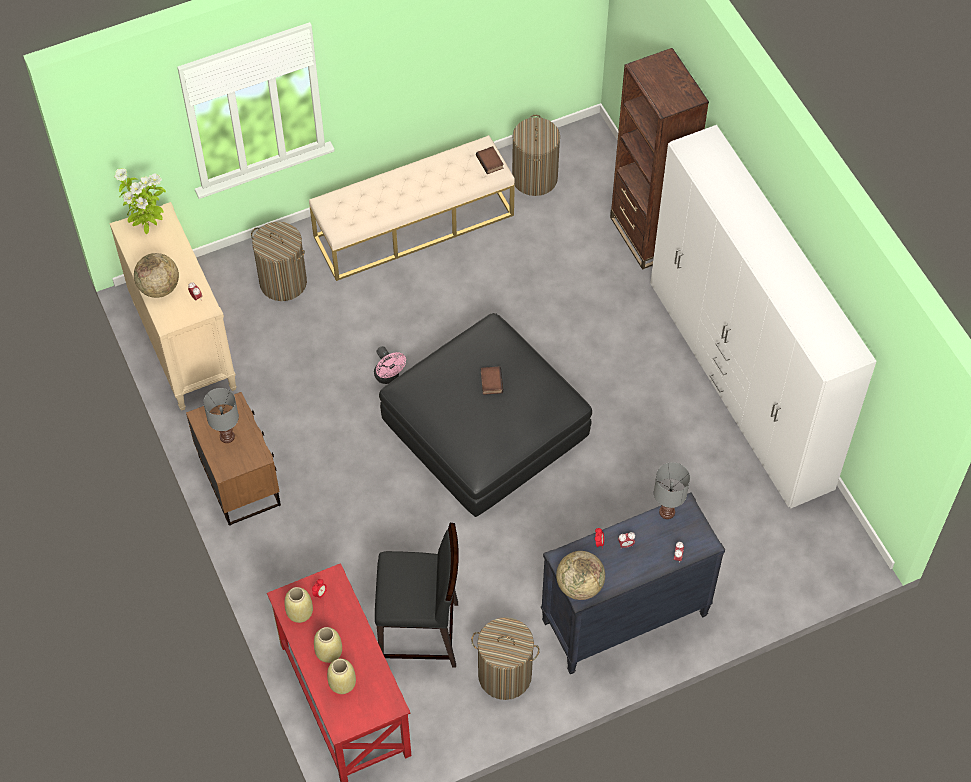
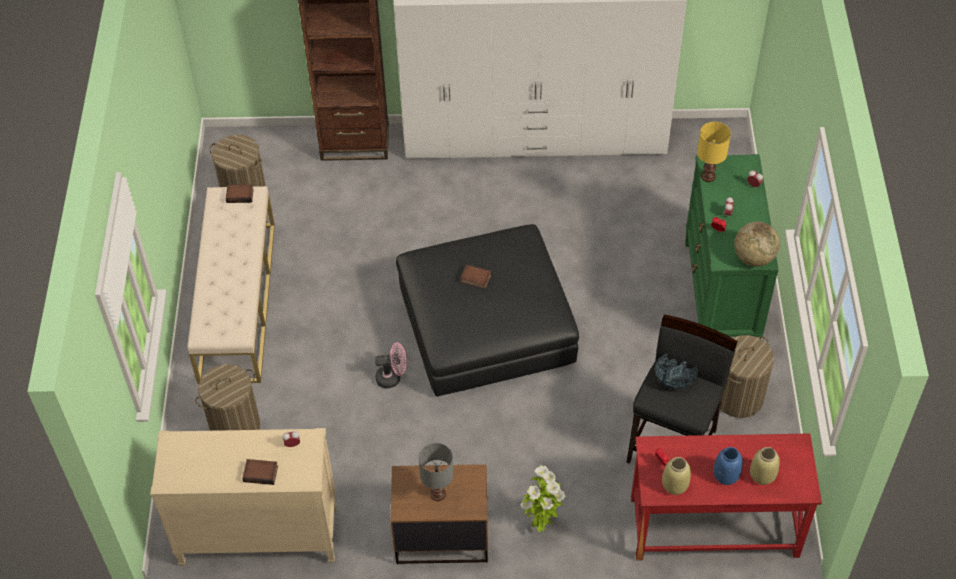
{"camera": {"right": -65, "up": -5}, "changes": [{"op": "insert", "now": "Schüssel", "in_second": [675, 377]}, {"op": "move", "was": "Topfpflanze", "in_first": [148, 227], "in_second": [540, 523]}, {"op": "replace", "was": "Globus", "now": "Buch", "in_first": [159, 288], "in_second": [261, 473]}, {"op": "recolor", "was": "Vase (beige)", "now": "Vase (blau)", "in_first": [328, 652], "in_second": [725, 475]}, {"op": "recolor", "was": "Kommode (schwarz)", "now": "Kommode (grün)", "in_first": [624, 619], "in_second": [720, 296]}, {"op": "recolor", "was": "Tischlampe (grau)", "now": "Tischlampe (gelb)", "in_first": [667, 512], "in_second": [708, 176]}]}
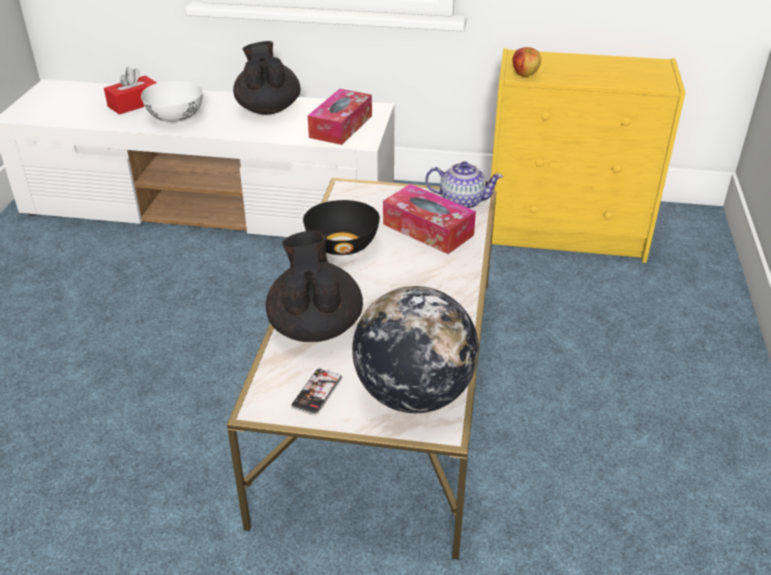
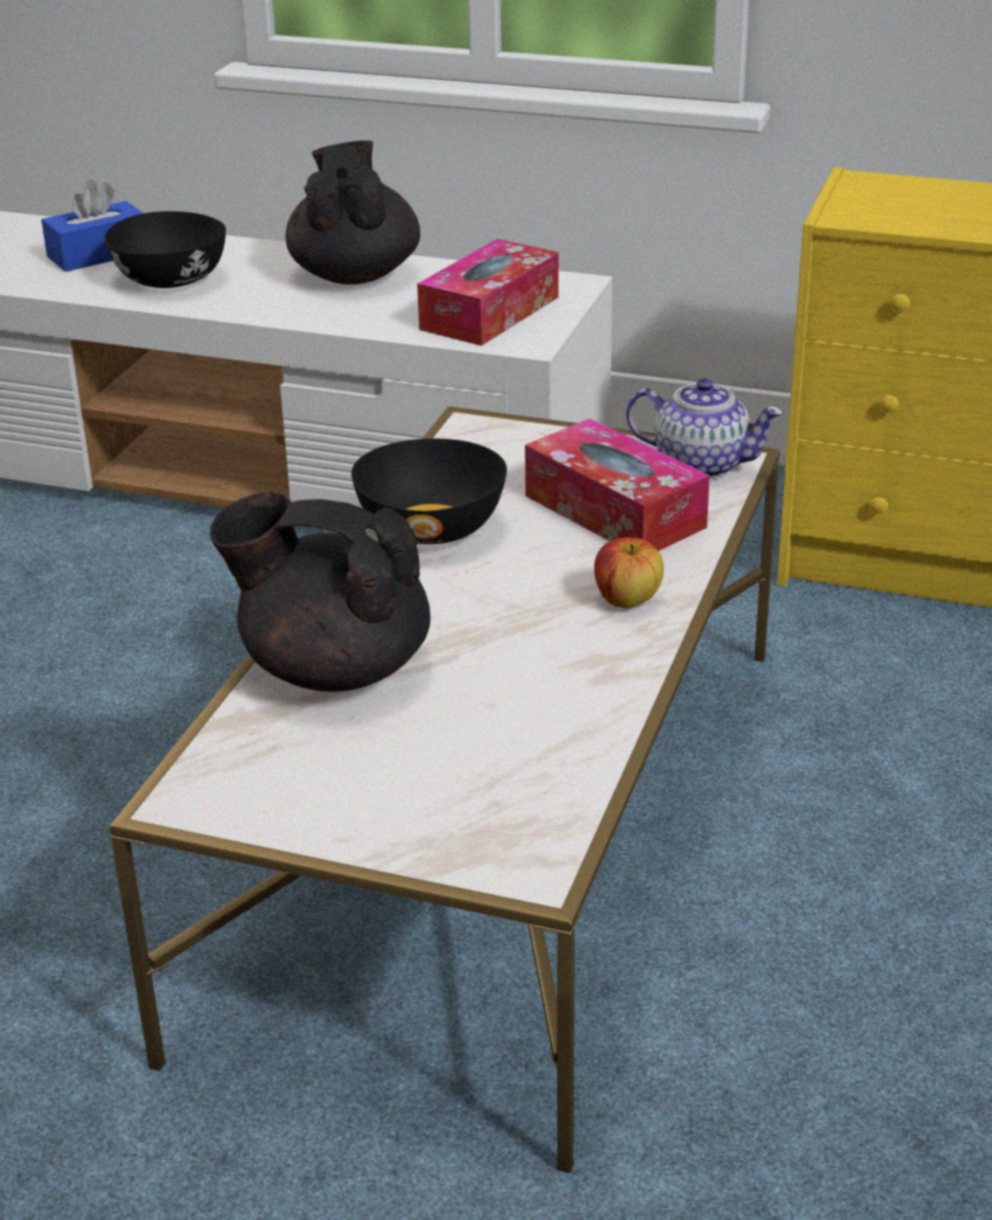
{"camera": {"right": 10, "up": -5}, "changes": [{"op": "delete", "was": "Handy", "in_first": [317, 392]}, {"op": "delete", "was": "Globus", "in_first": [413, 395]}, {"op": "move", "was": "Apfel", "in_first": [525, 74], "in_second": [627, 600]}, {"op": "recolor", "was": "Taschentuchbox (rot)", "now": "Taschentuchbox (blau)", "in_first": [134, 104], "in_second": [98, 255]}, {"op": "recolor", "was": "Schüssel (weiß)", "now": "Schüssel (schwarz)", "in_first": [175, 116], "in_second": [169, 280]}, {"op": "rotate", "was": "Teekanne (schwarz)", "in_first": [315, 326], "in_second": [333, 668], "clockwise": -75}]}
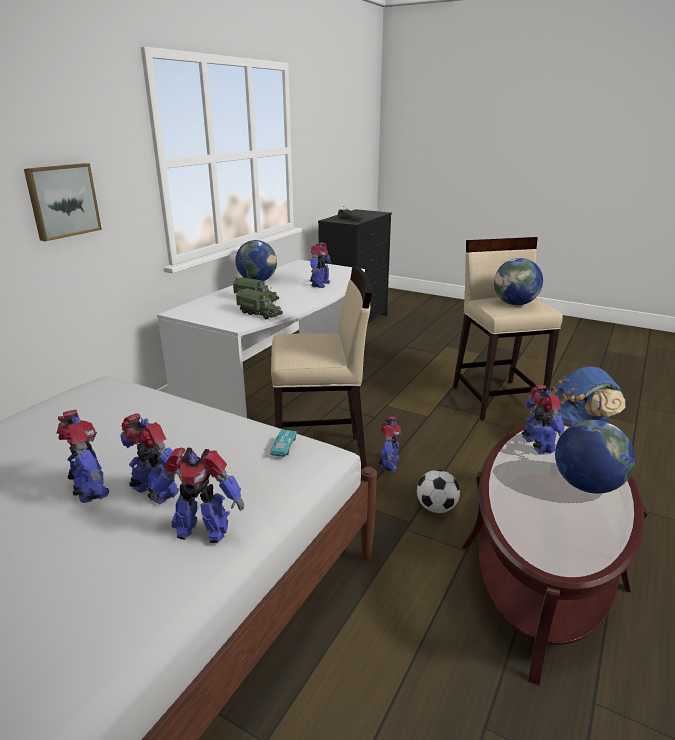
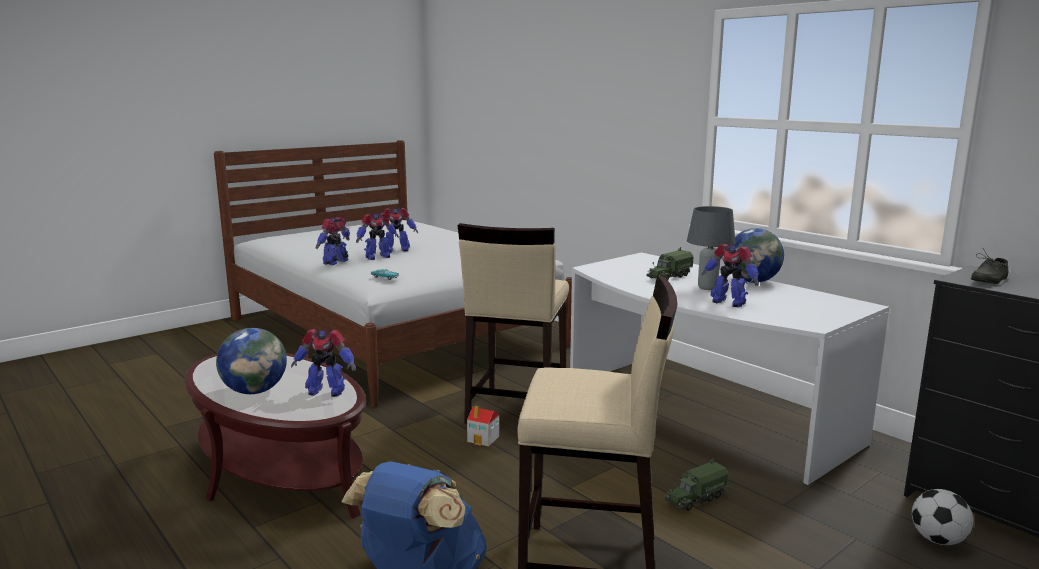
{"camera": {"right": 110, "up": -10}, "changes": [{"op": "delete", "was": "Bild", "in_first": [62, 201]}, {"op": "delete", "was": "Globus", "in_first": [515, 304]}, {"op": "insert", "now": "Tischlampe (grau)", "in_second": [707, 288]}, {"op": "move", "was": "Spielzeuglaster", "in_first": [260, 314], "in_second": [695, 498]}, {"op": "move", "was": "Fußball", "in_first": [436, 508], "in_second": [938, 540]}, {"op": "replace", "was": "Spielzeugroboter", "now": "Spielzeughaus", "in_first": [389, 464], "in_second": [483, 439]}]}
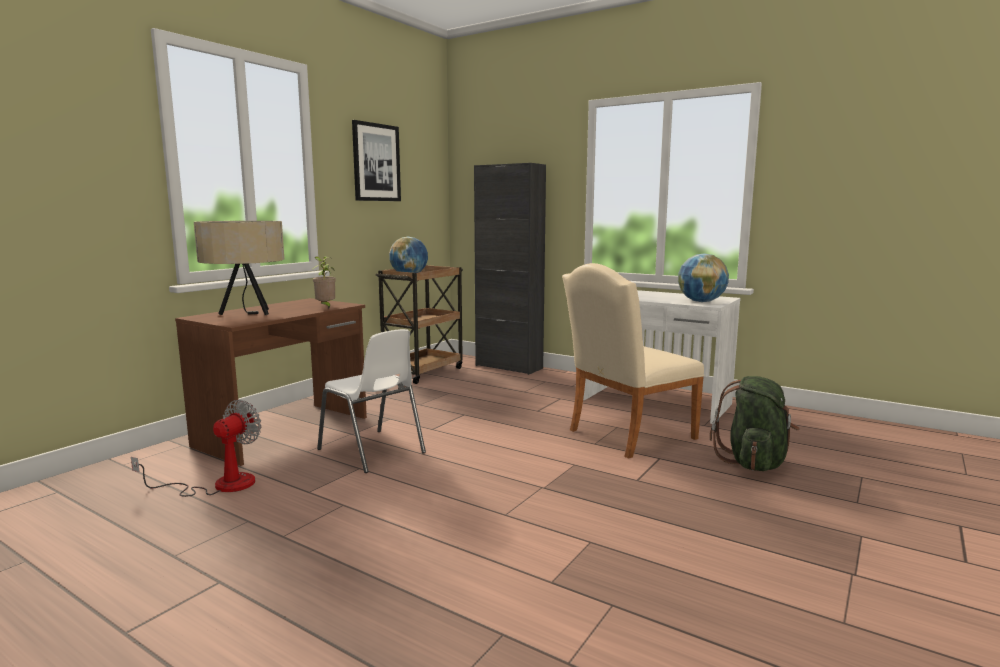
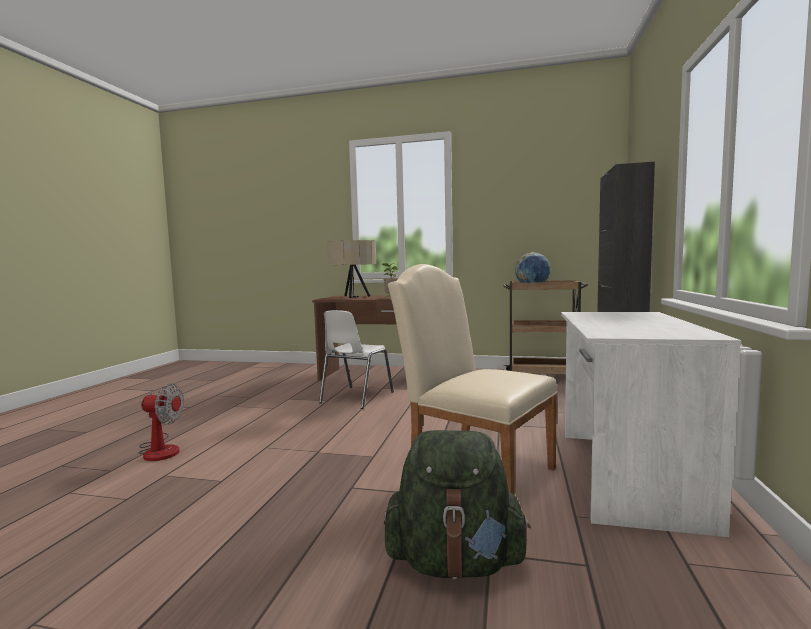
{"camera": {"right": 70, "up": -5}, "changes": [{"op": "delete", "was": "Bild", "in_first": [376, 162]}, {"op": "delete", "was": "Globus", "in_first": [701, 302]}, {"op": "move", "was": "Ventilator", "in_first": [219, 485], "in_second": [160, 450]}]}
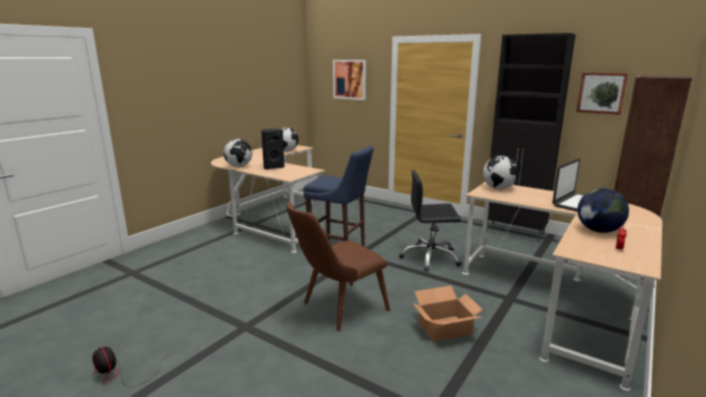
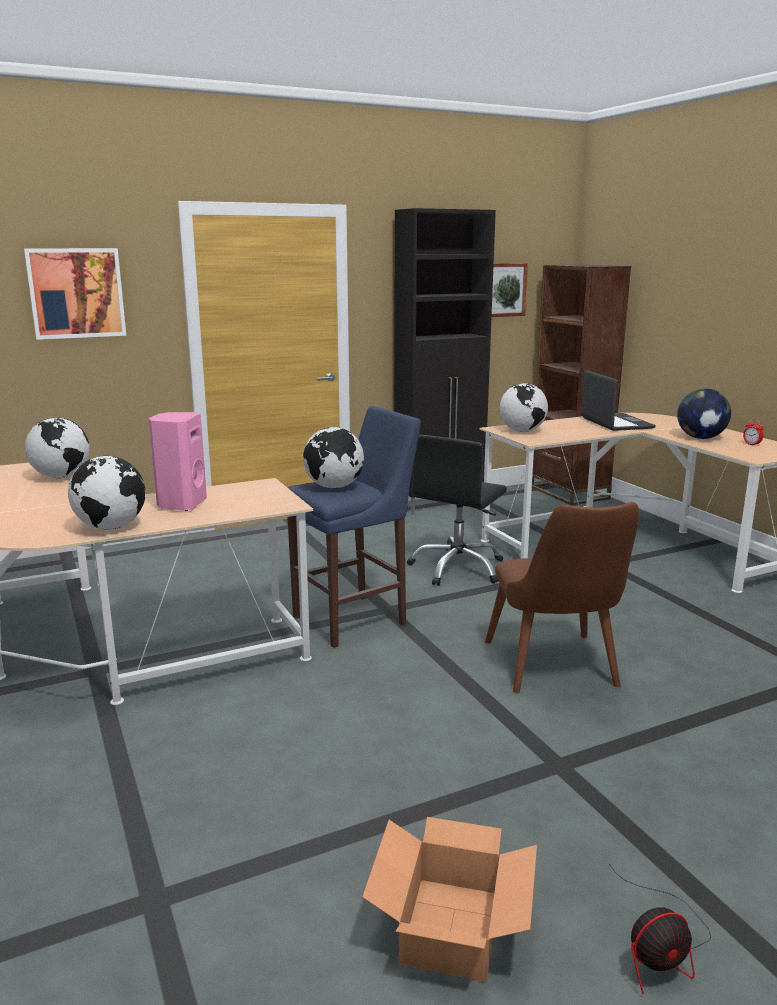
{"camera": {"right": -60, "up": 0}, "changes": [{"op": "insert", "now": "Globus", "in_second": [334, 487]}, {"op": "move", "was": "Karton", "in_first": [444, 328], "in_second": [449, 928]}, {"op": "recolor", "was": "Lautsprecher (schwarz)", "now": "Lautsprecher (rosa)", "in_first": [273, 167], "in_second": [180, 504]}]}
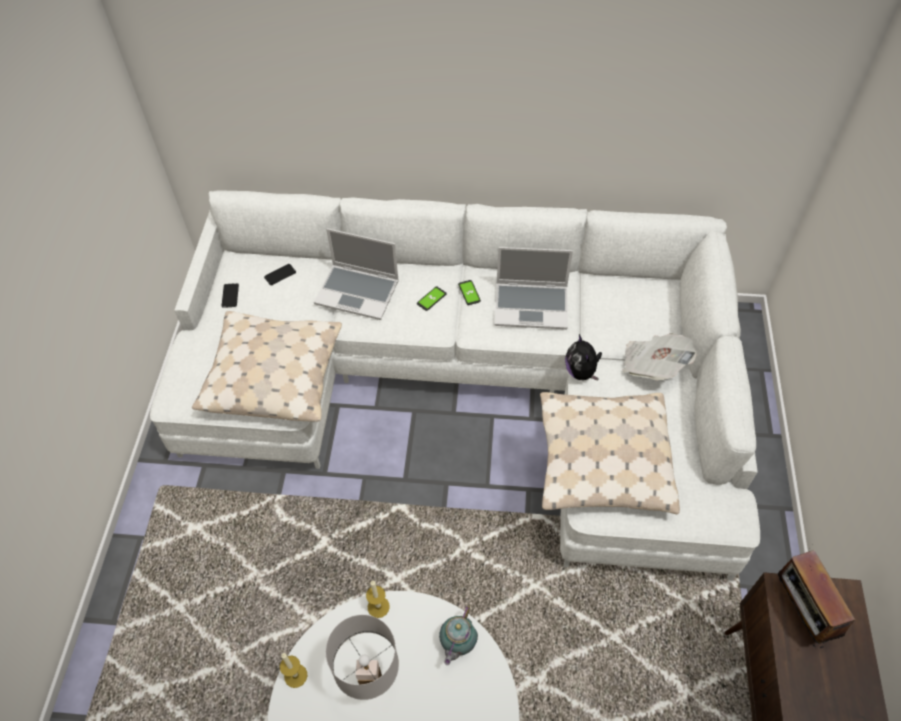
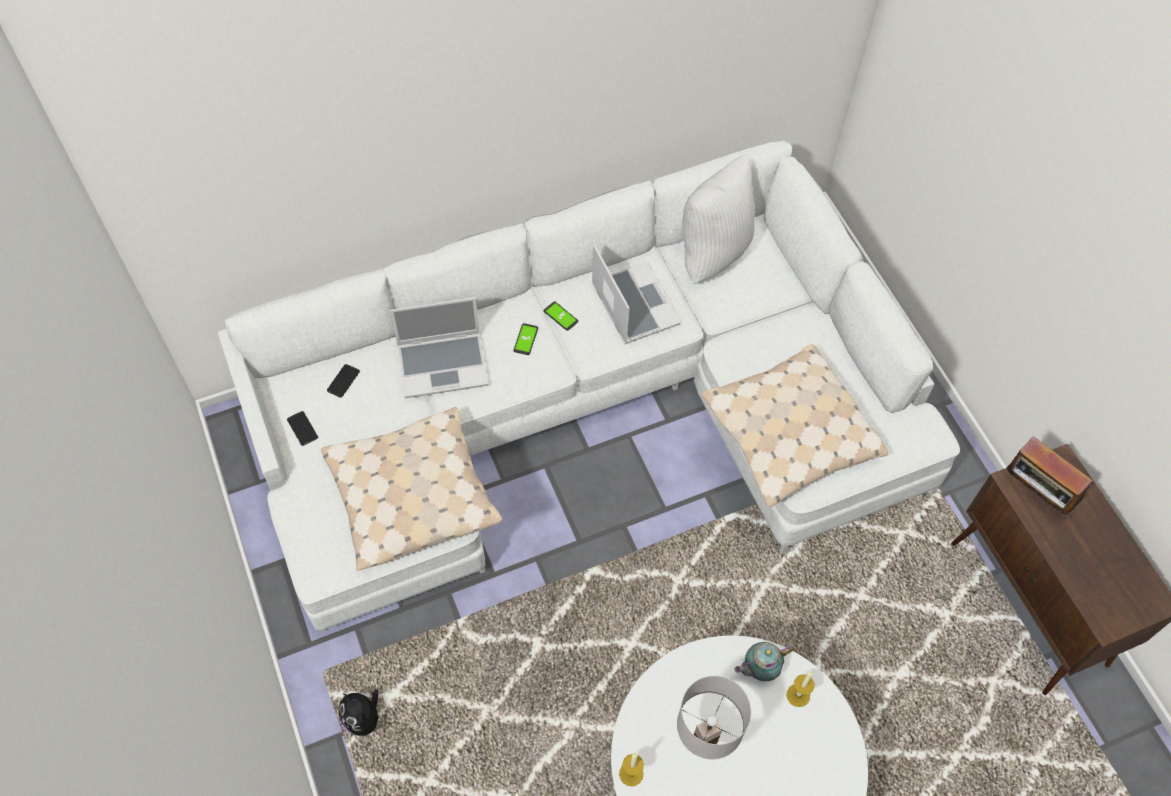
{"camera": {"right": -30, "up": 5}, "changes": [{"op": "delete", "was": "Zeitung", "in_first": [653, 365]}, {"op": "insert", "now": "Kissen (weiß)", "in_second": [712, 252]}, {"op": "move", "was": "Kerze", "in_first": [378, 607], "in_second": [798, 695]}, {"op": "move", "was": "Plüschtier", "in_first": [581, 372], "in_second": [364, 718]}, {"op": "rotate", "was": "Teekanne", "in_first": [457, 644], "in_second": [759, 669], "clockwise": 75}, {"op": "rotate", "was": "Laptop", "in_first": [532, 306], "in_second": [633, 304], "clockwise": -90}]}
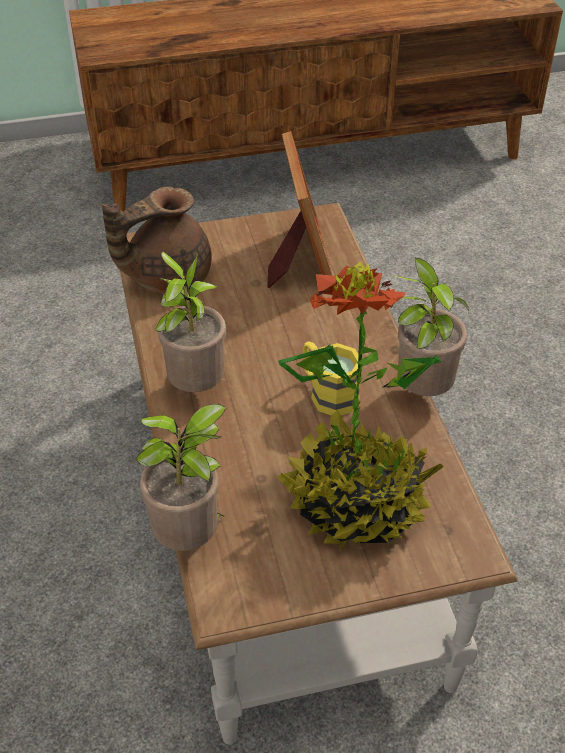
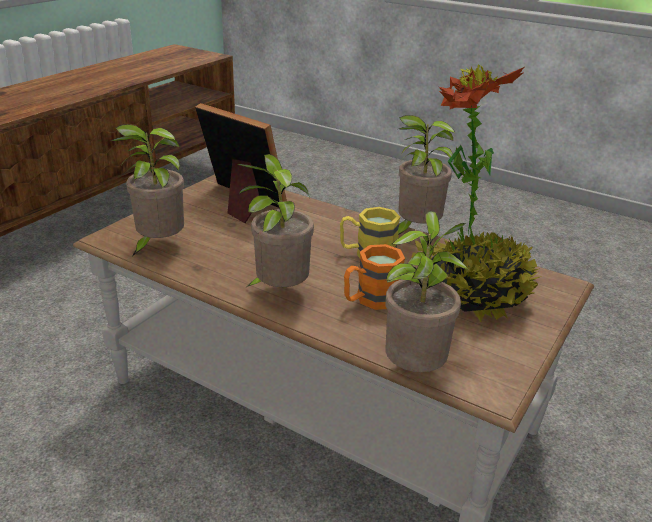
{"camera": {"right": -45, "up": -15}, "changes": [{"op": "insert", "now": "Henkelbecher (orange)", "in_second": [370, 300]}, {"op": "replace", "was": "Teekanne (braun)", "now": "Topfpflanze", "in_first": [166, 276], "in_second": [158, 246]}]}
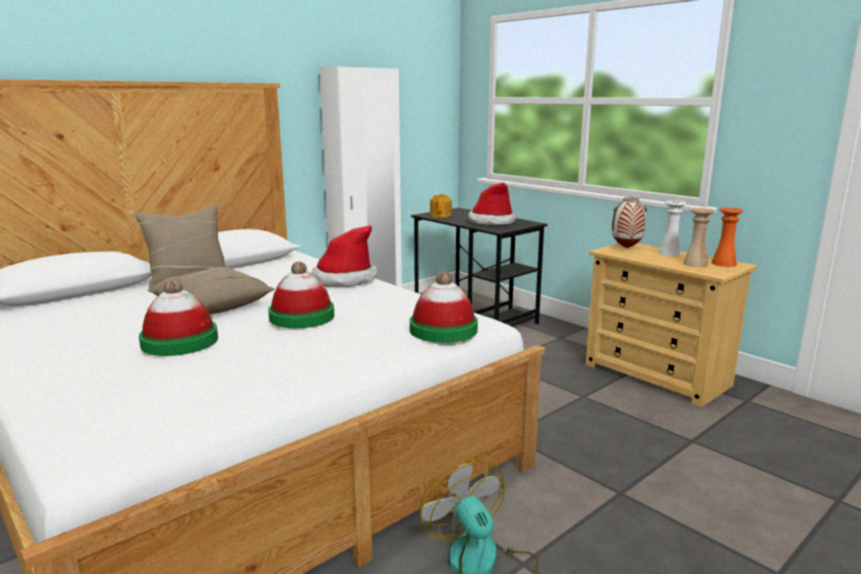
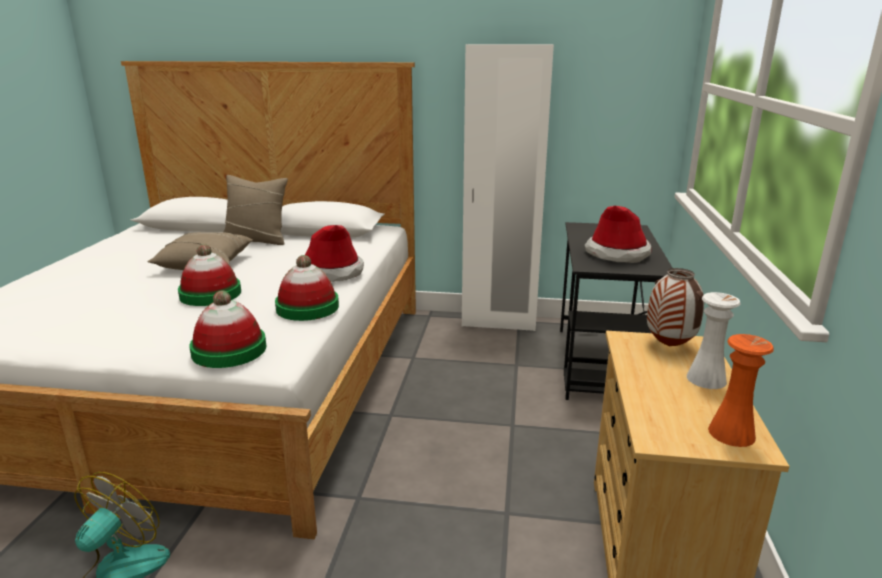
{"camera": {"right": 50, "up": 5}, "changes": [{"op": "delete", "was": "Teekanne", "in_first": [441, 215]}, {"op": "delete", "was": "Vase (beige)", "in_first": [695, 264]}, {"op": "move", "was": "Hut", "in_first": [179, 341], "in_second": [307, 307]}]}
